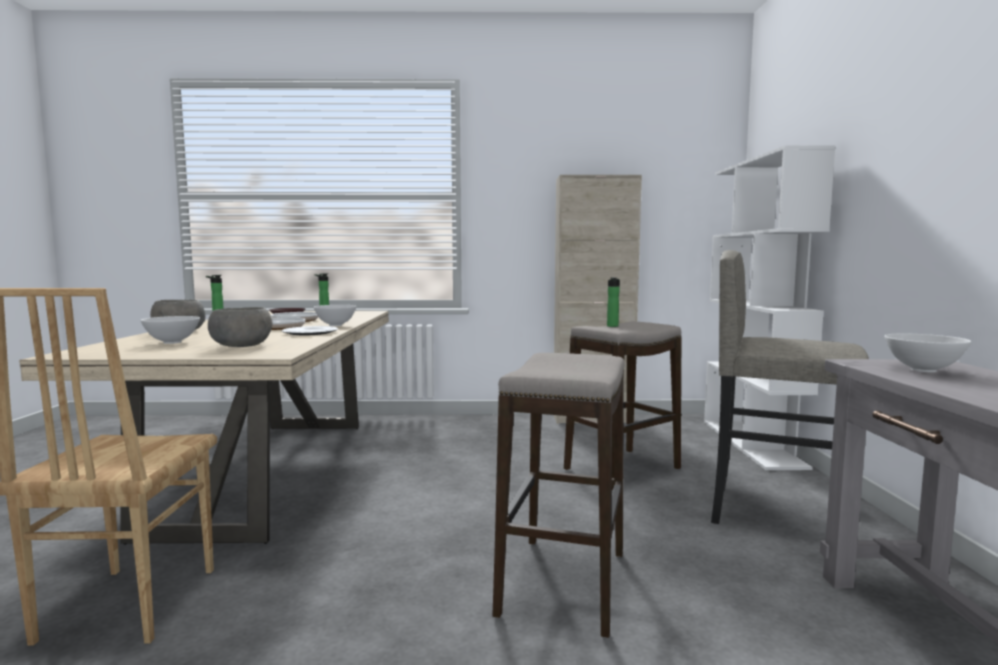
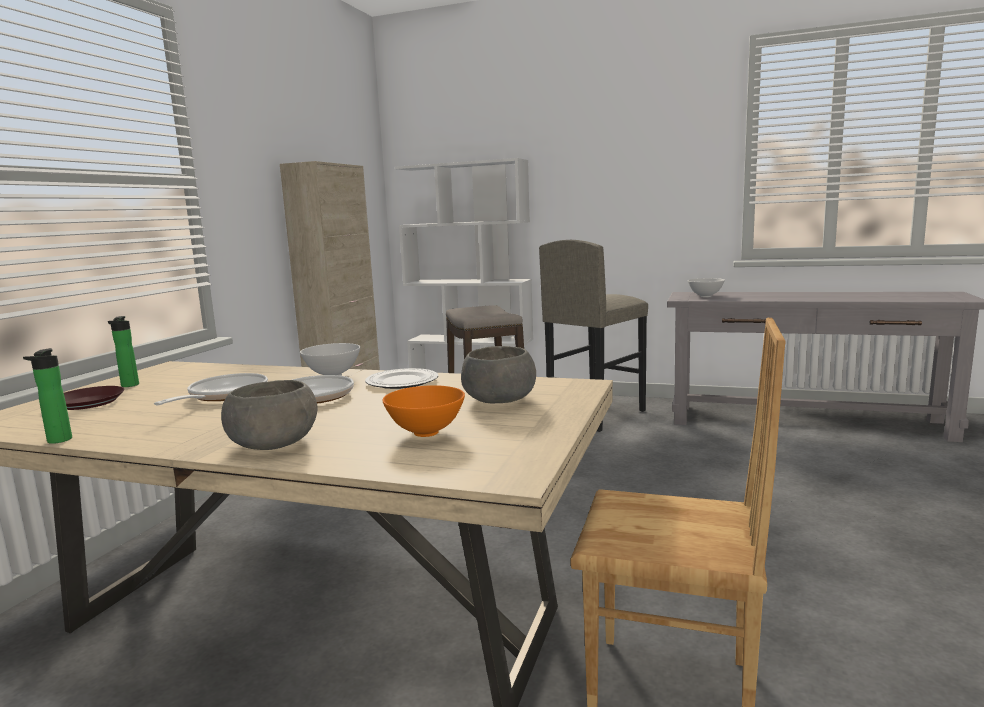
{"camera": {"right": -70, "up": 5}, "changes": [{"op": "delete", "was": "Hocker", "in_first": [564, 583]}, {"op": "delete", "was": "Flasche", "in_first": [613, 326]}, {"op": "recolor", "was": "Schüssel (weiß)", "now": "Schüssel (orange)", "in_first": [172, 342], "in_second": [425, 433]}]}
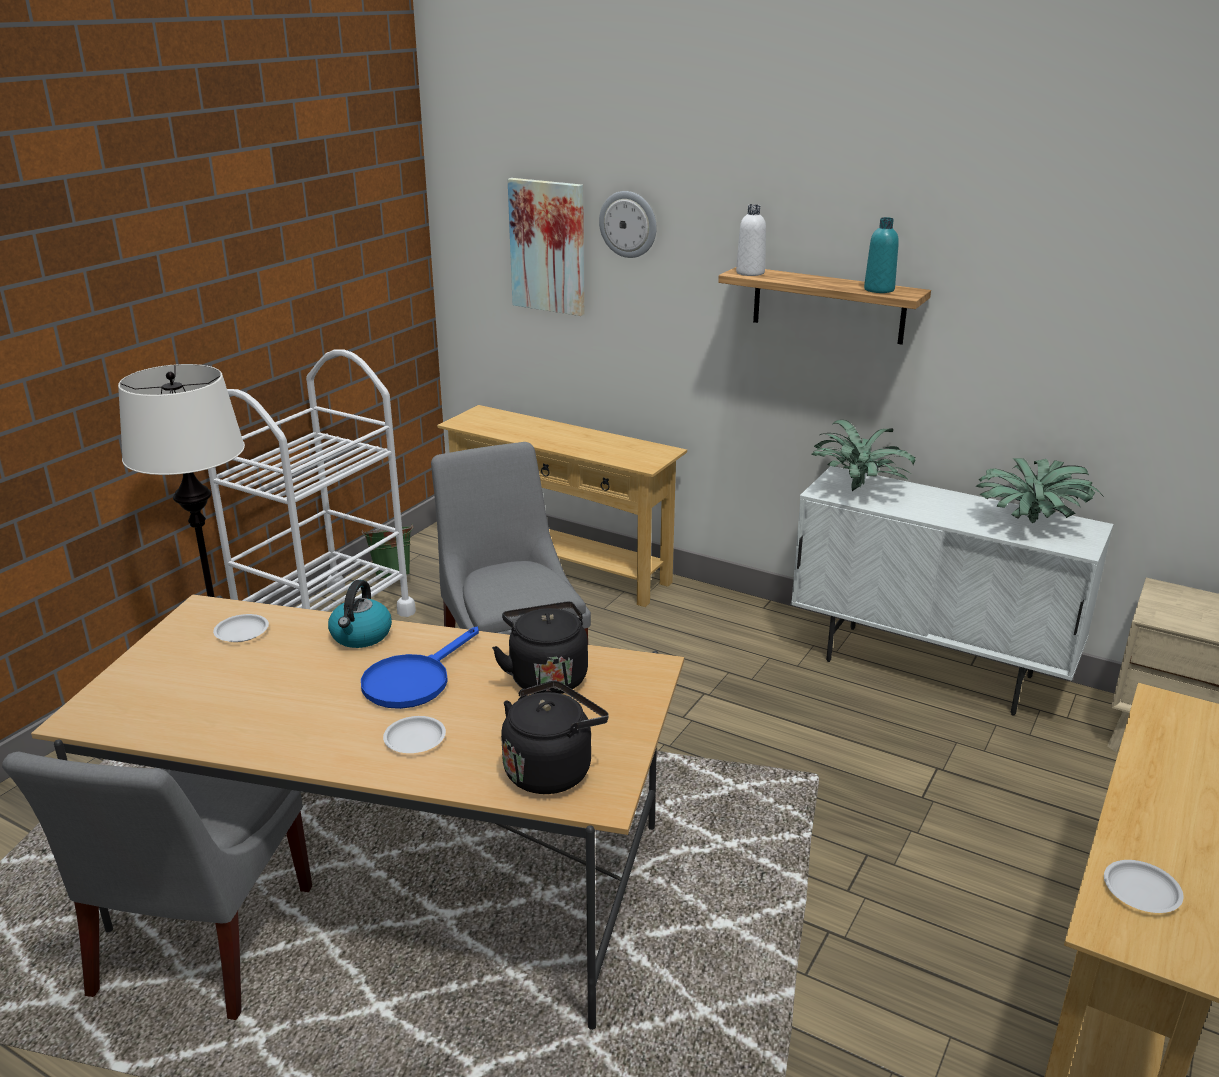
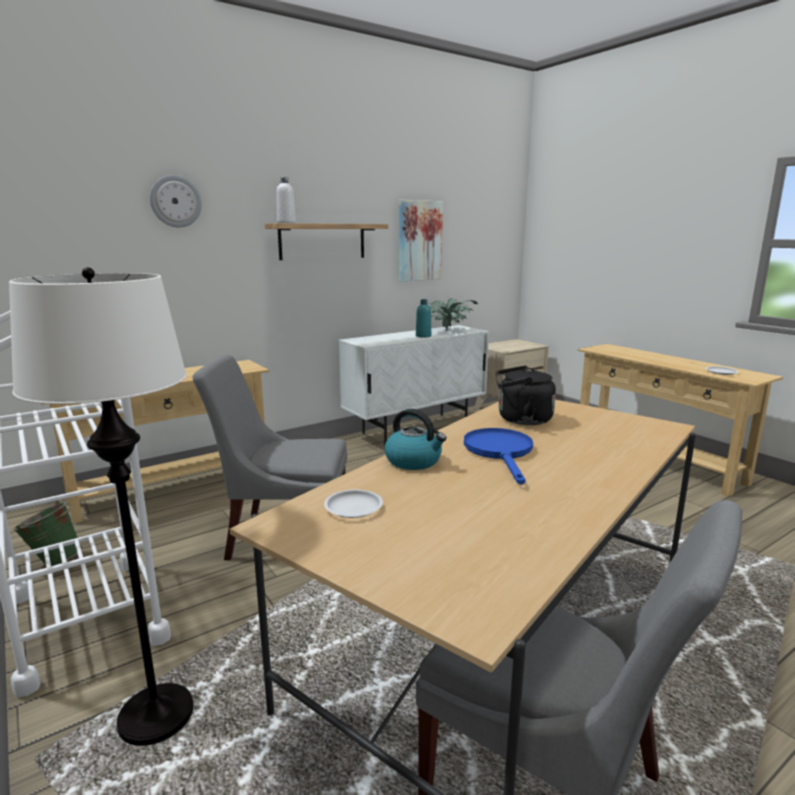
{"camera": {"right": -65, "up": -10}, "changes": [{"op": "delete", "was": "Teller (weiß)", "in_first": [415, 738]}, {"op": "delete", "was": "Wasserkessel (schwarz)", "in_first": [551, 769]}, {"op": "delete", "was": "Topfpflanze", "in_first": [859, 490]}, {"op": "move", "was": "Bild", "in_first": [548, 246], "in_second": [419, 241]}, {"op": "move", "was": "Flasche (türkis)", "in_first": [879, 289], "in_second": [423, 336]}, {"op": "rotate", "was": "Pfanne (blau)", "in_first": [413, 680], "in_second": [500, 452], "clockwise": -150}]}
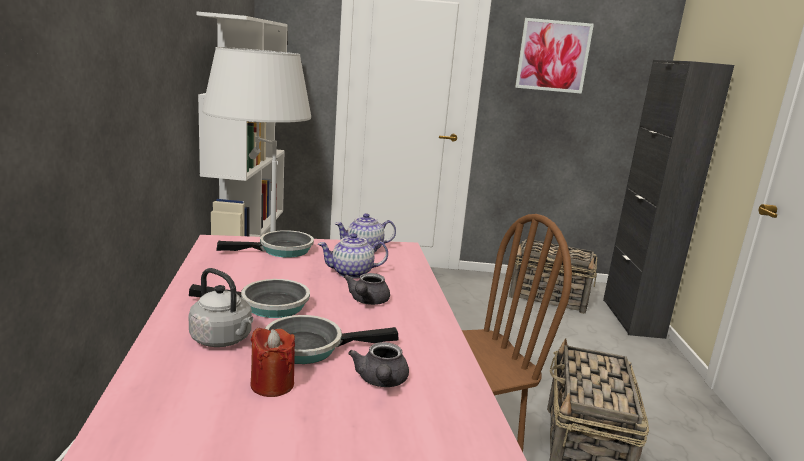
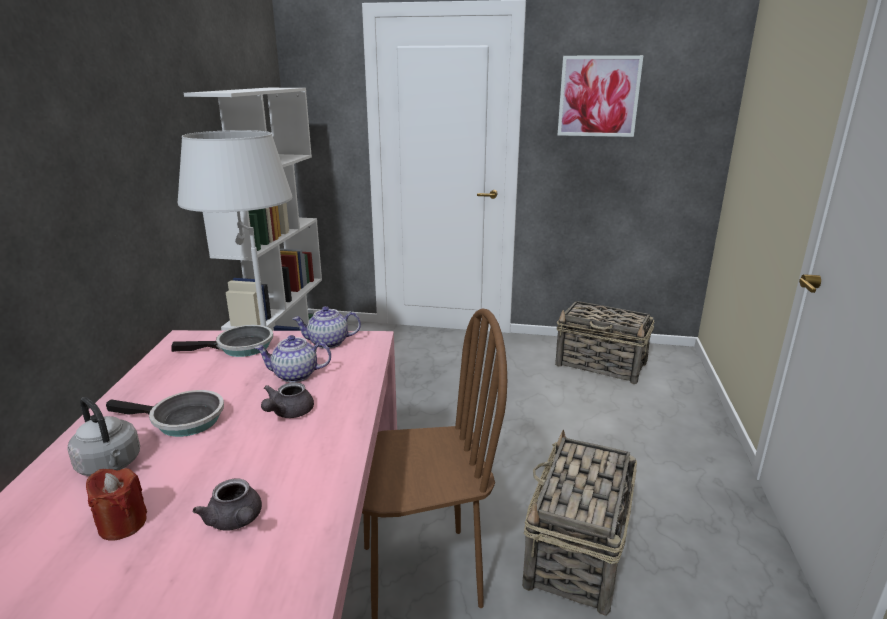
{"camera": {"right": 10, "up": 5}, "changes": [{"op": "delete", "was": "Pfanne", "in_first": [310, 347]}, {"op": "delete", "was": "Schrank (schwarz)", "in_first": [632, 318]}, {"op": "rotate", "was": "Teekanne (grau)", "in_first": [381, 381], "in_second": [236, 521], "clockwise": -45}]}
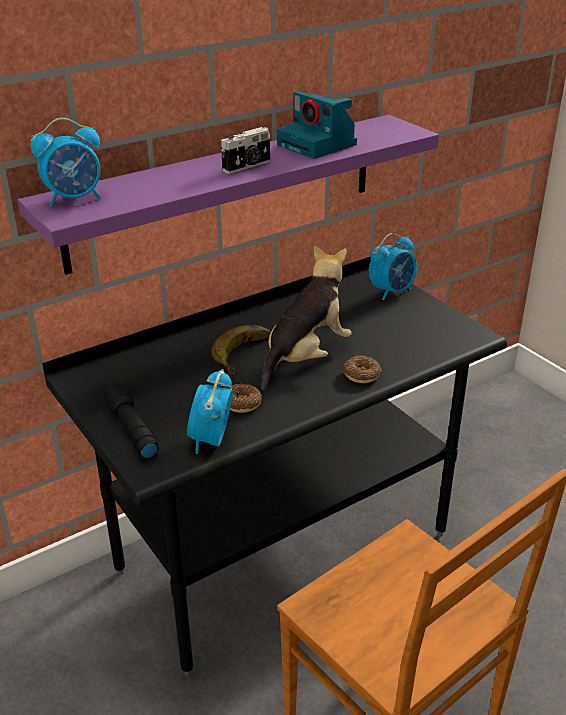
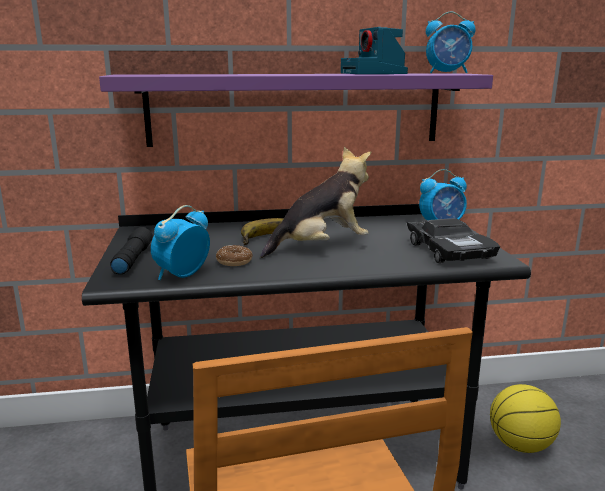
{"camera": {"right": 25, "up": -15}, "changes": [{"op": "delete", "was": "Kamera", "in_first": [248, 166]}, {"op": "delete", "was": "Donut", "in_first": [361, 375]}, {"op": "insert", "now": "Spielzeugauto (schwarz)", "in_second": [449, 251]}, {"op": "insert", "now": "Basketball", "in_second": [519, 445]}, {"op": "move", "was": "Wecker", "in_first": [74, 199], "in_second": [447, 73]}]}
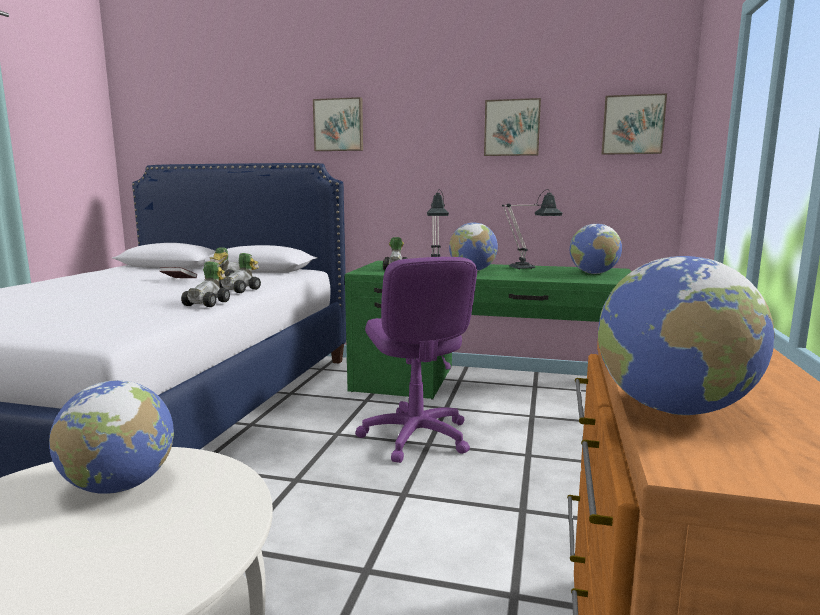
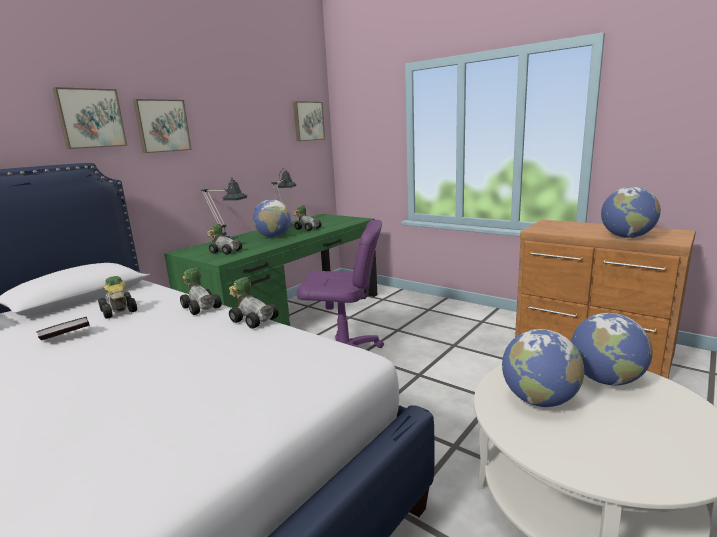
{"camera": {"right": -65, "up": 5}, "changes": [{"op": "insert", "now": "Spielzeugauto", "in_second": [307, 228]}, {"op": "move", "was": "Bild", "in_first": [512, 128], "in_second": [162, 126]}, {"op": "move", "was": "Globus", "in_first": [593, 273], "in_second": [606, 380]}]}
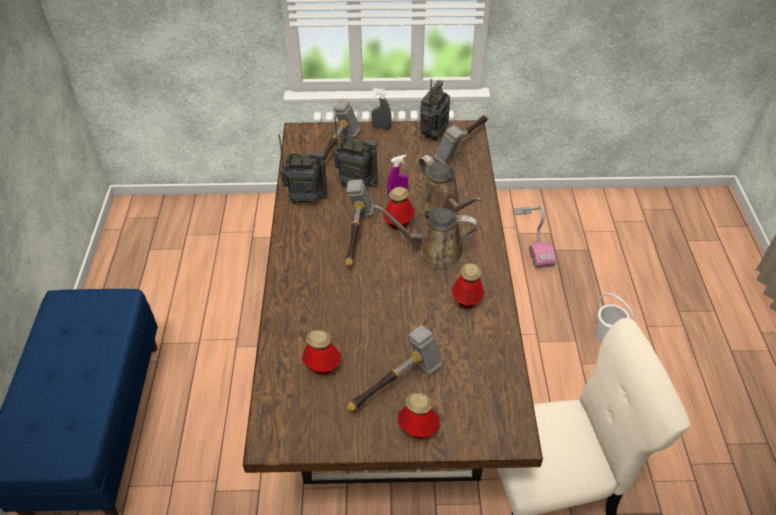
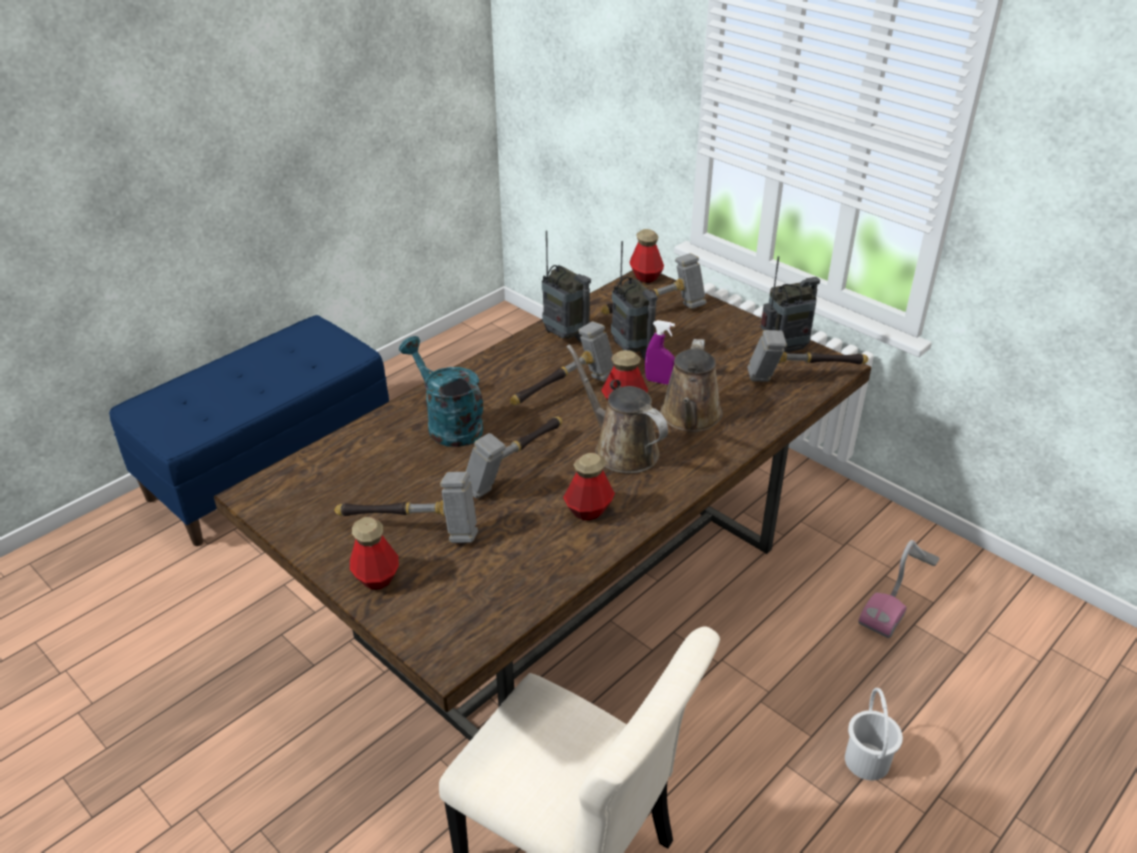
{"camera": {"right": 45, "up": -10}, "changes": [{"op": "delete", "was": "Sprühflasche (grau)", "in_first": [381, 128]}, {"op": "insert", "now": "Gießkanne (türkis)", "in_second": [448, 424]}, {"op": "insert", "now": "Hammer", "in_second": [515, 468]}, {"op": "move", "was": "Flasche", "in_first": [322, 365], "in_second": [646, 277]}]}
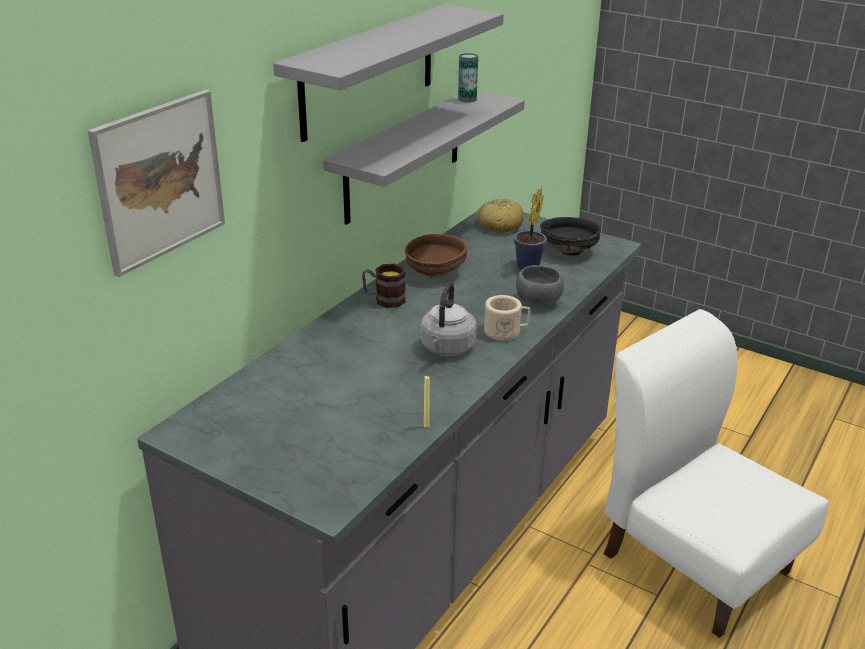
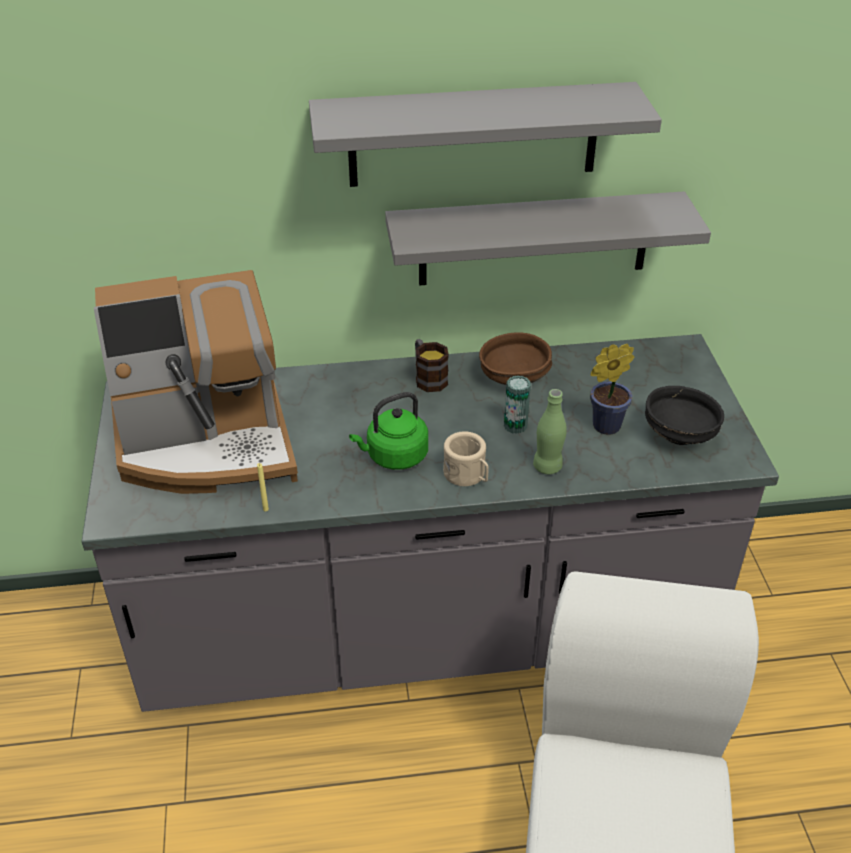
{"camera": {"right": 50, "up": 10}, "changes": [{"op": "delete", "was": "Bild", "in_first": [160, 180]}, {"op": "delete", "was": "Brot", "in_first": [500, 225]}, {"op": "insert", "now": "Kaffeemaschine", "in_second": [207, 443]}, {"op": "move", "was": "Dose", "in_first": [467, 99], "in_second": [515, 426]}, {"op": "replace", "was": "Schüssel (grau)", "now": "Flasche (grün)", "in_first": [537, 302], "in_second": [547, 467]}, {"op": "recolor", "was": "Wasserkessel (grau)", "now": "Wasserkessel (grün)", "in_first": [447, 349], "in_second": [394, 456]}]}
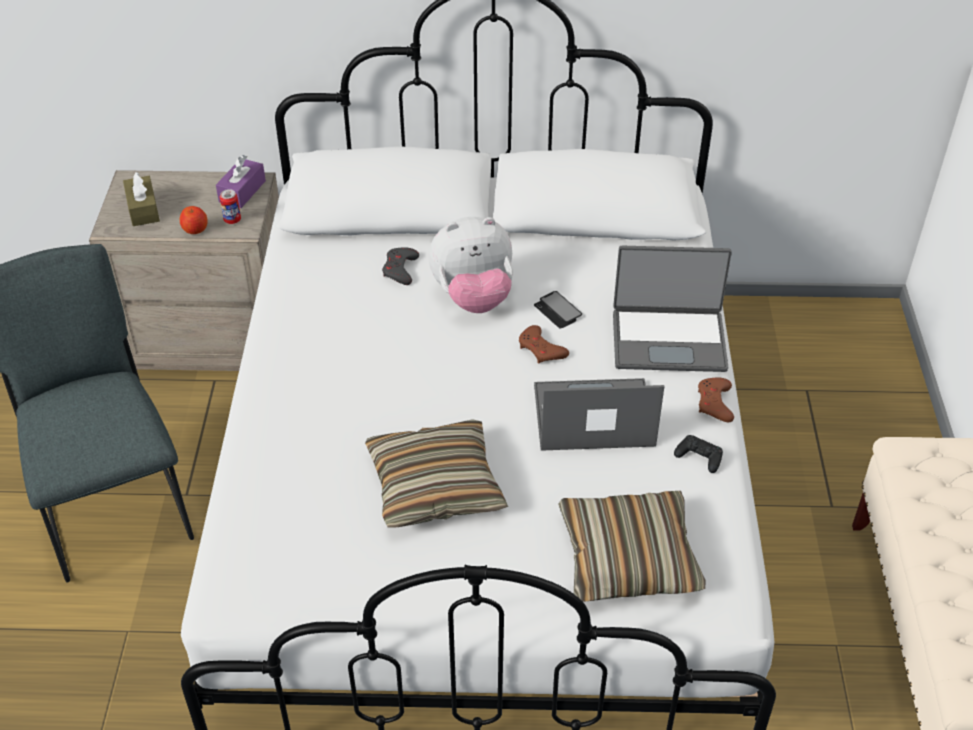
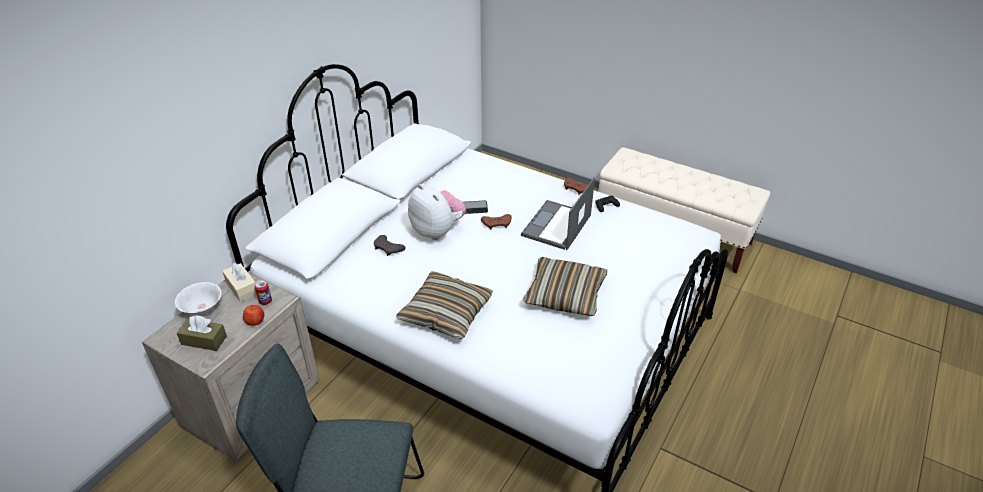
{"camera": {"right": -60, "up": -5}, "changes": [{"op": "delete", "was": "Laptop", "in_first": [668, 340]}, {"op": "insert", "now": "Schüssel (weiß)", "in_second": [202, 308]}, {"op": "move", "was": "Kissen", "in_first": [628, 558], "in_second": [446, 313]}, {"op": "recolor", "was": "Taschentuchbox (lila)", "now": "Taschentuchbox (beige)", "in_first": [242, 191], "in_second": [242, 288]}, {"op": "rotate", "was": "Plüschtier", "in_first": [473, 298], "in_second": [437, 231], "clockwise": -60}]}
